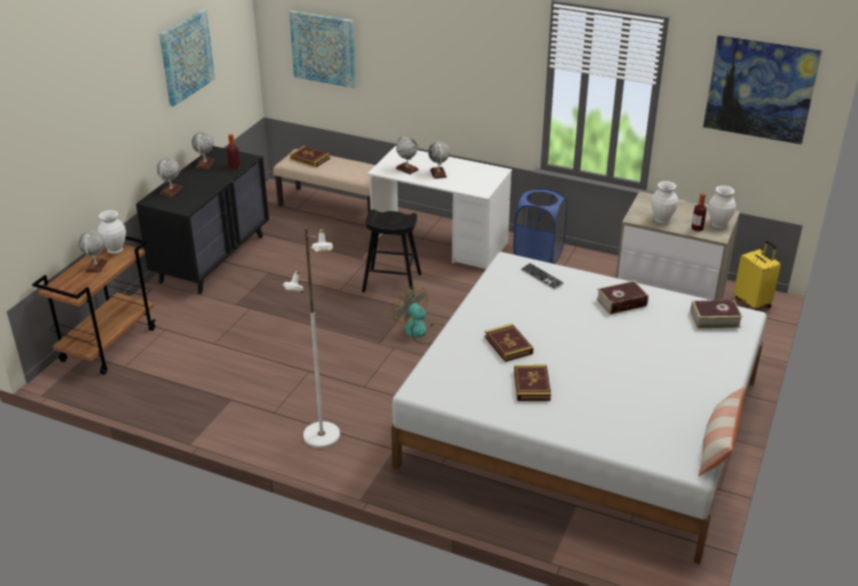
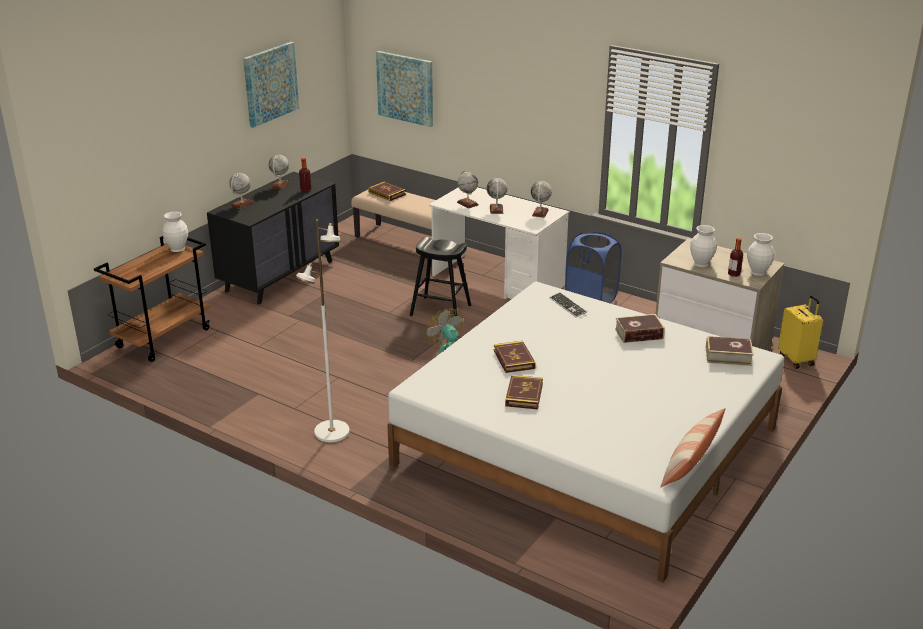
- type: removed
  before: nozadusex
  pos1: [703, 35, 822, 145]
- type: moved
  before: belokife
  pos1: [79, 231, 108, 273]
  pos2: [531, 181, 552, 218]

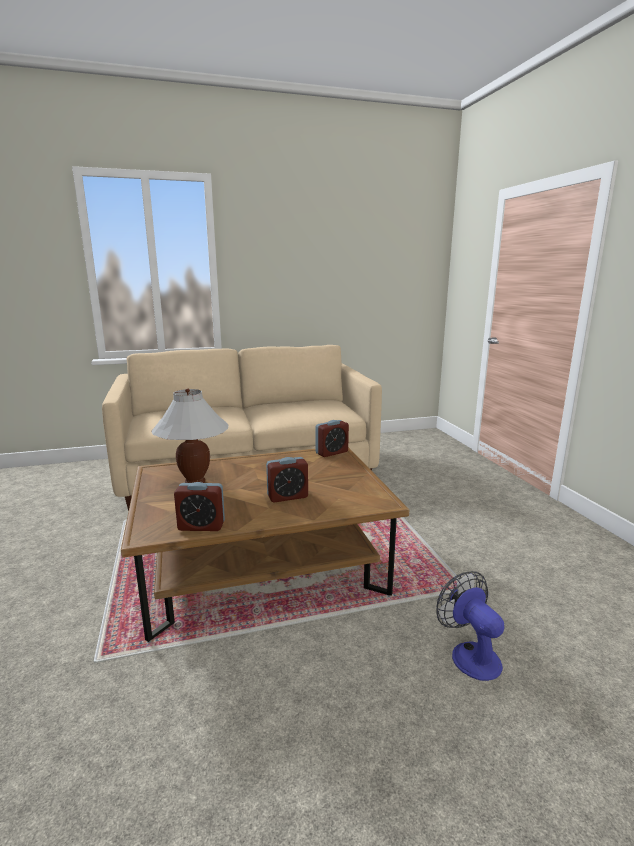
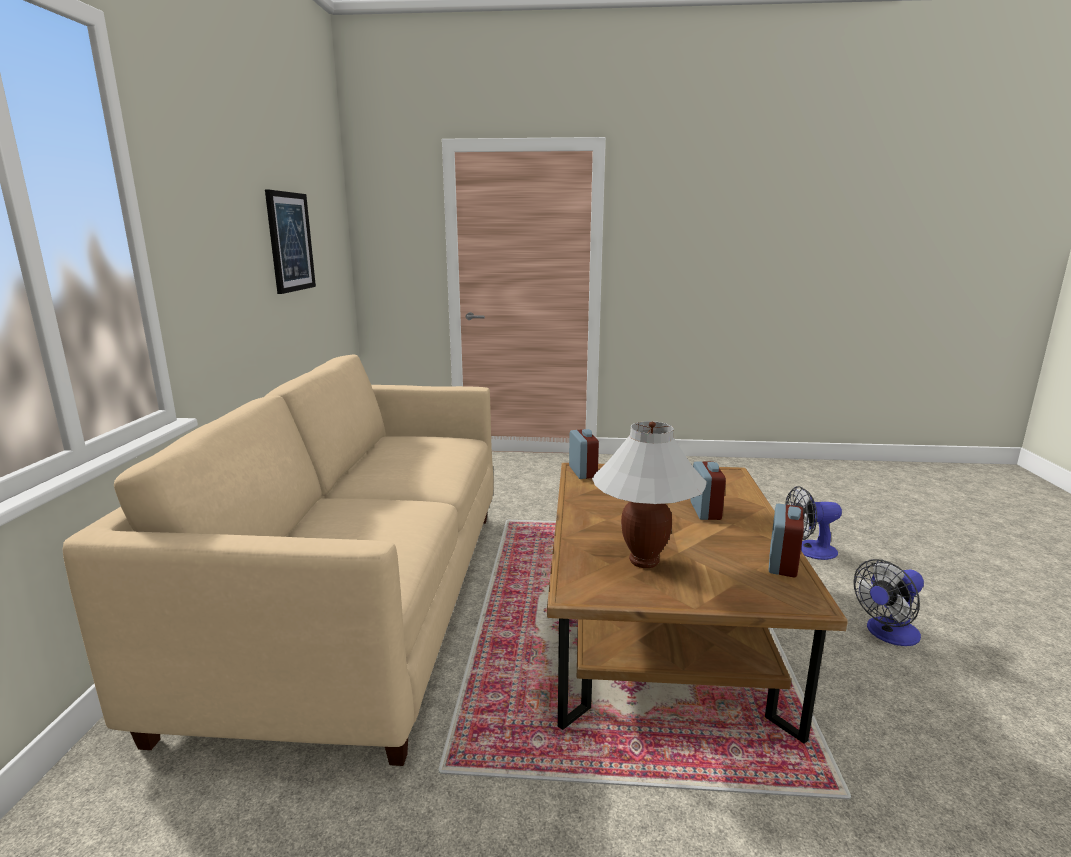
- type: added
  after: nozadusex
  pos2: [265, 190, 316, 294]
- type: added
  after: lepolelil
  pos2: [853, 559, 924, 646]

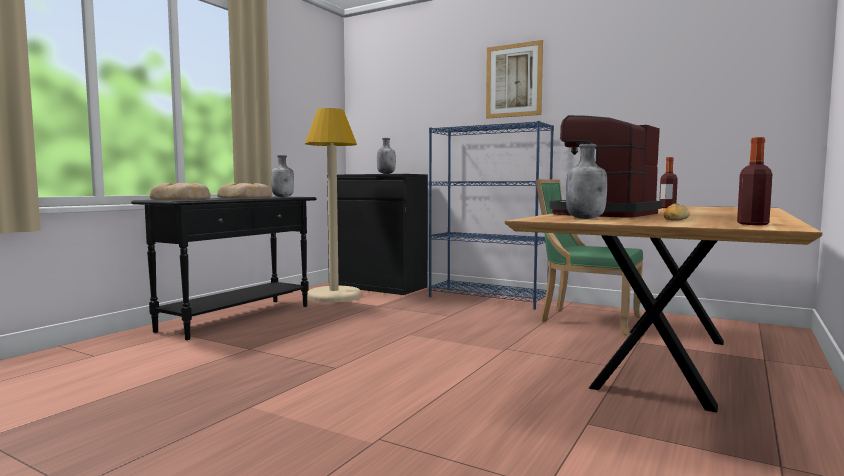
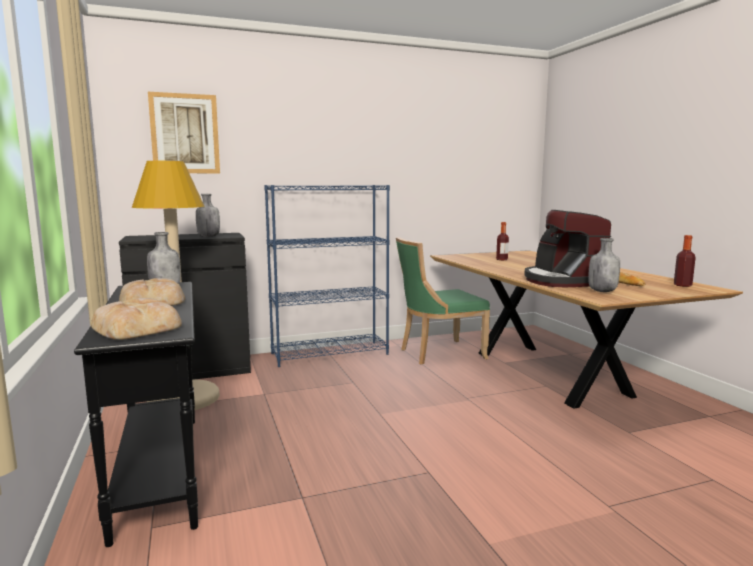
- type: moved
  before: nozadusex
  pos1: [486, 40, 543, 119]
  pos2: [148, 92, 220, 174]

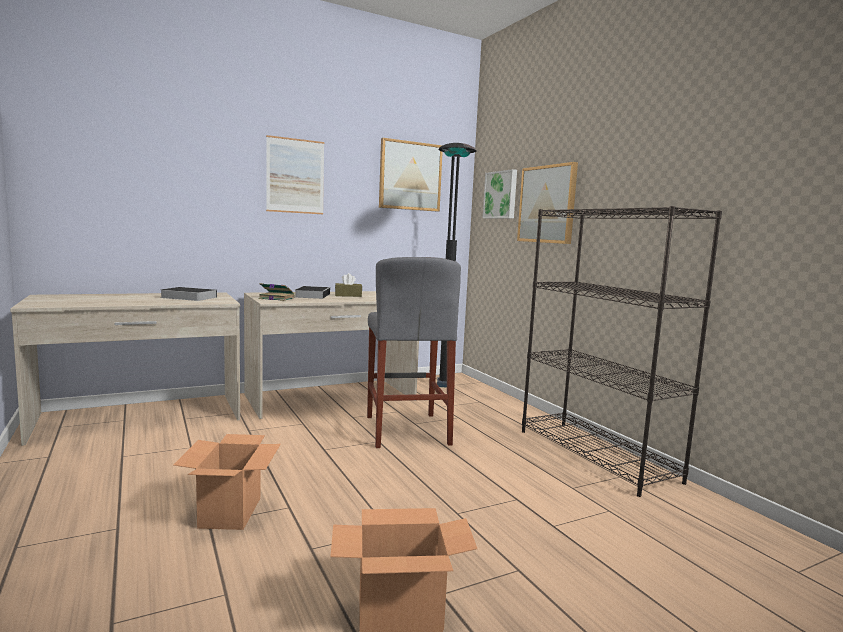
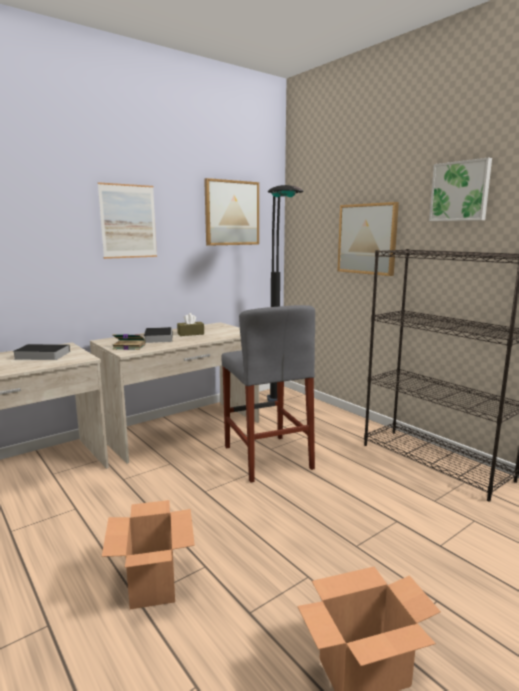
- type: moved
  before: nozadusex
  pos1: [483, 169, 517, 219]
  pos2: [429, 157, 492, 221]

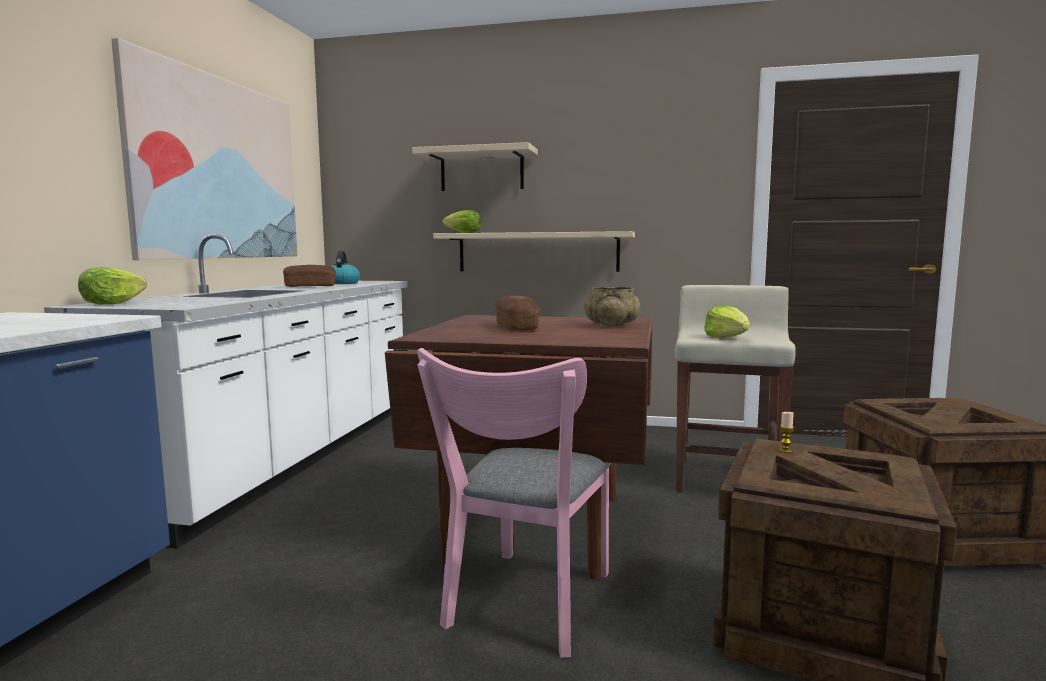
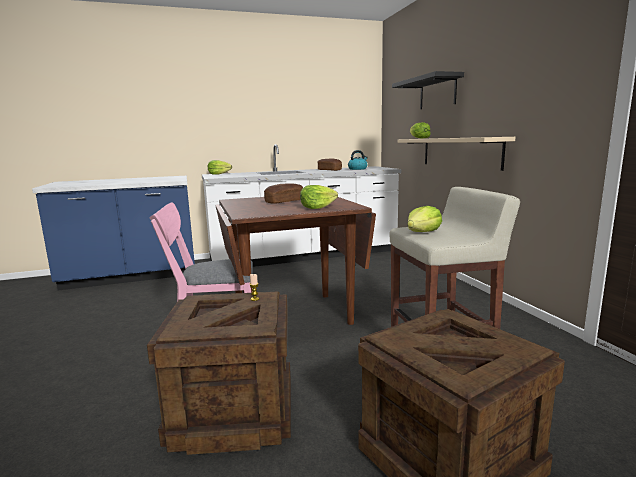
- type: removed
  before: nozadusex
  pos1: [111, 38, 297, 260]
- type: replaced
  before: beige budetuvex
  after: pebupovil
  pos1: [584, 287, 640, 327]
  pos2: [300, 185, 338, 209]
- type: recoloured
  before: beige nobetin
  after: black nobetin
  pos1: [412, 142, 538, 191]
  pos2: [392, 71, 464, 109]

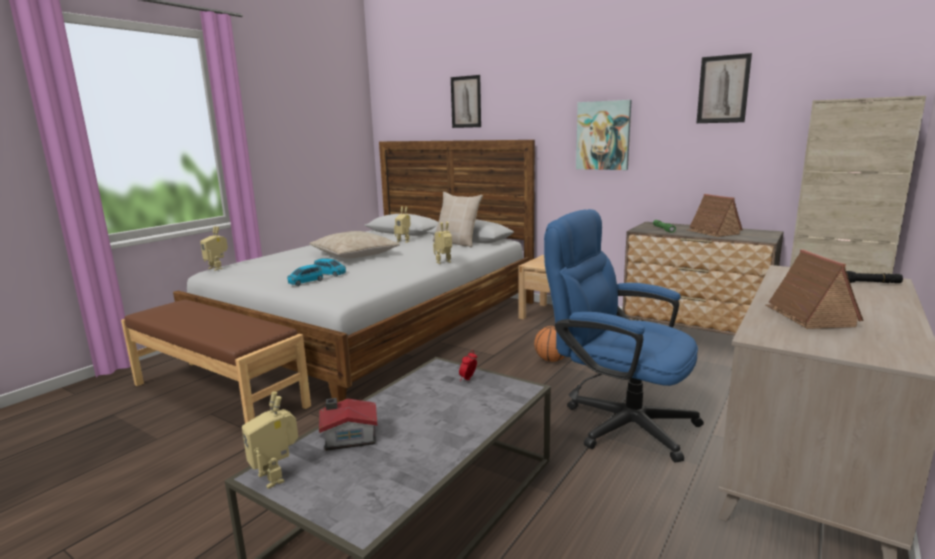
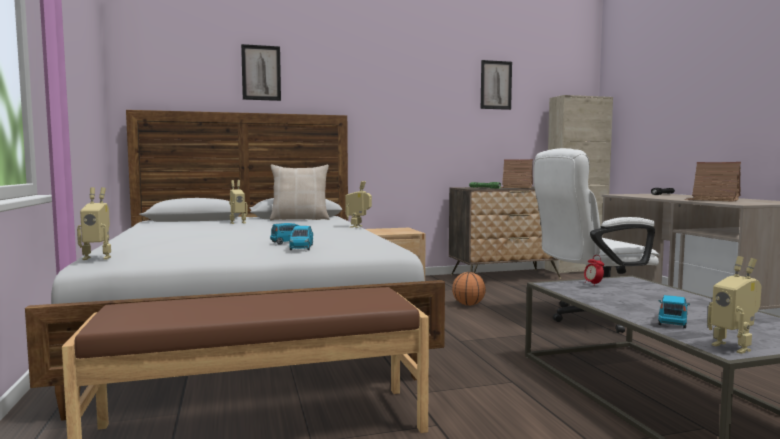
- type: removed
  before: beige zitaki
  pos1: [309, 231, 400, 259]
- type: removed
  before: nozadusex
  pos1: [576, 100, 632, 170]
- type: replaced
  before: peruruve
  after: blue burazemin
  pos1: [319, 398, 378, 451]
  pos2: [658, 295, 690, 328]
- type: recoloured
  before: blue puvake
  after: white puvake
  pos1: [544, 209, 704, 463]
  pos2: [534, 148, 659, 333]
- type: turned
  before: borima
  pos1: [242, 392, 298, 489]
  pos2: [707, 256, 762, 354]
  turn: 60

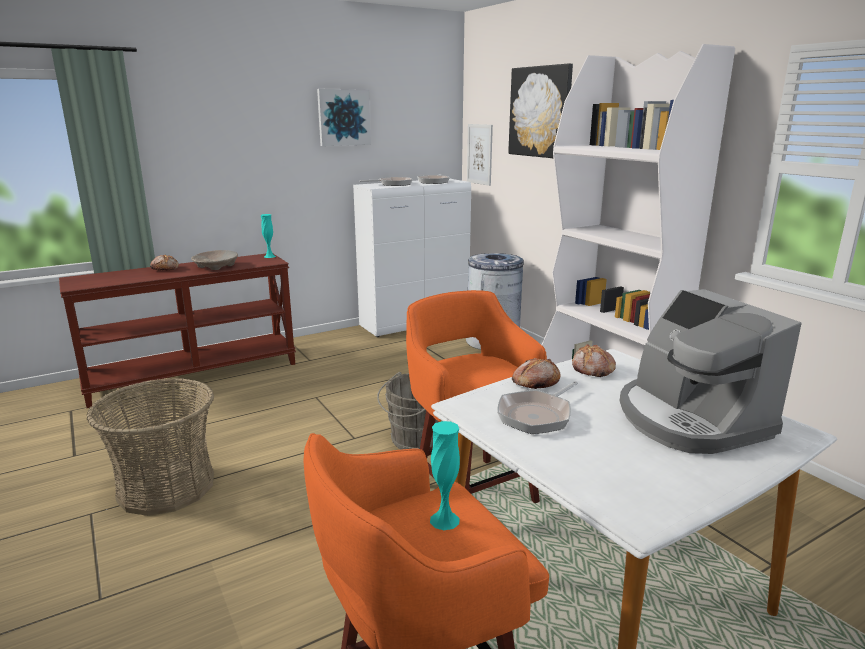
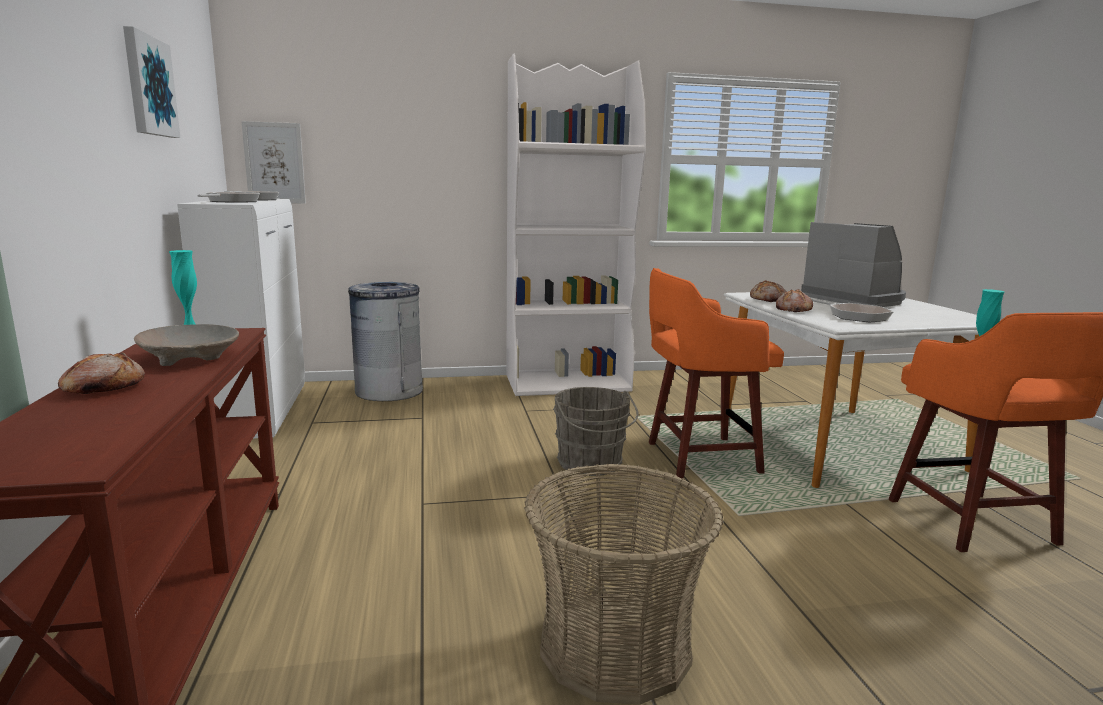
- type: removed
  before: nozadusex
  pos1: [508, 64, 573, 158]
- type: turned
  before: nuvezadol
  pos1: [620, 289, 802, 454]
  pos2: [801, 222, 906, 307]
  turn: -120

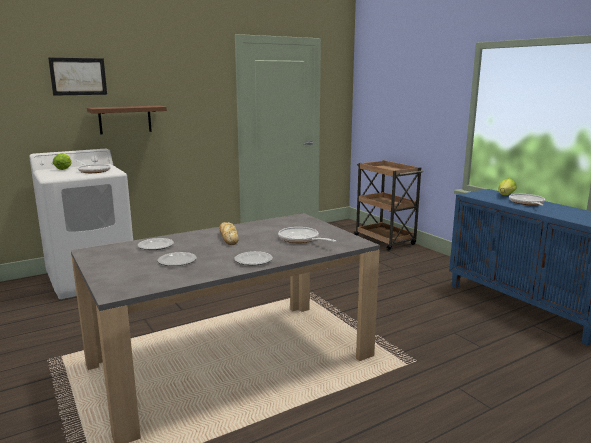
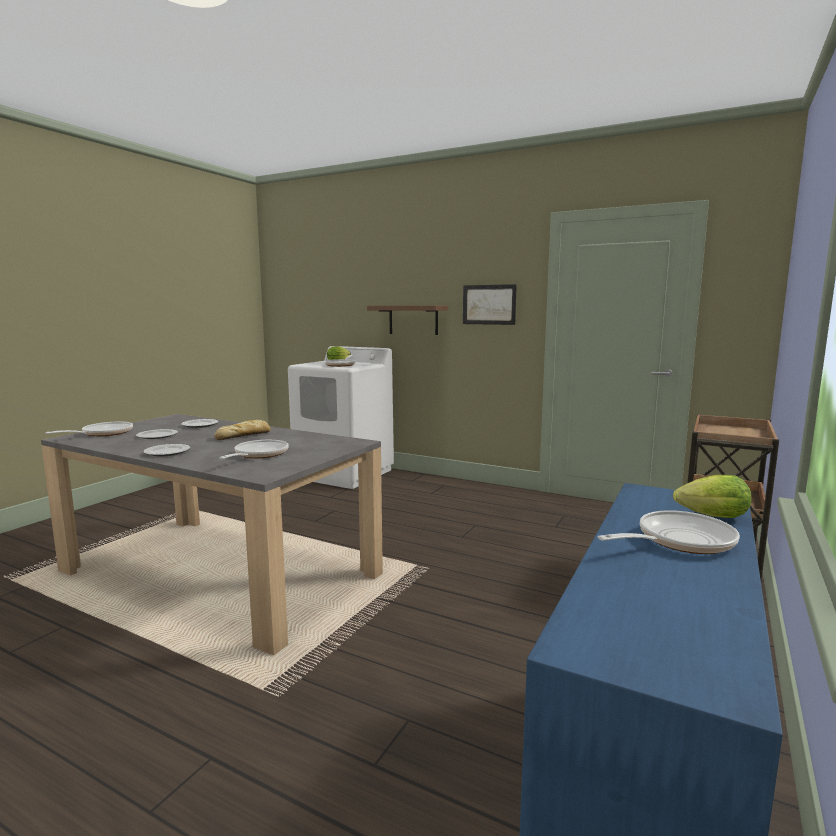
- type: added
  after: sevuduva
  pos2: [45, 422, 133, 436]
- type: moved
  before: nozadusex
  pos1: [48, 58, 107, 96]
  pos2: [463, 284, 517, 325]

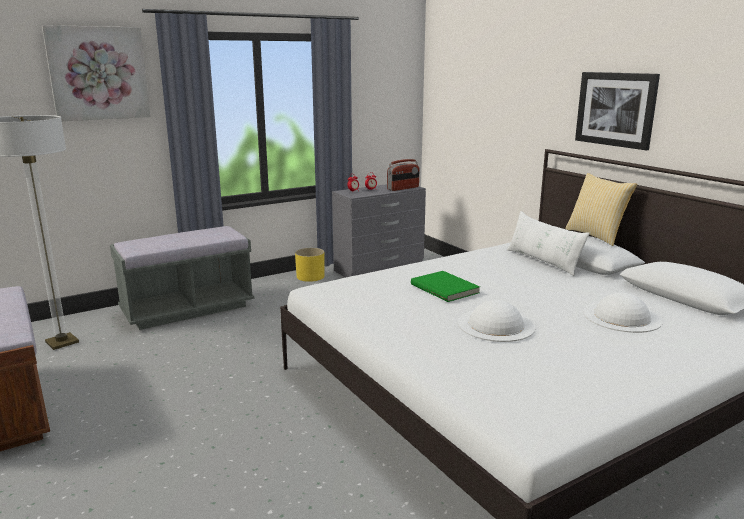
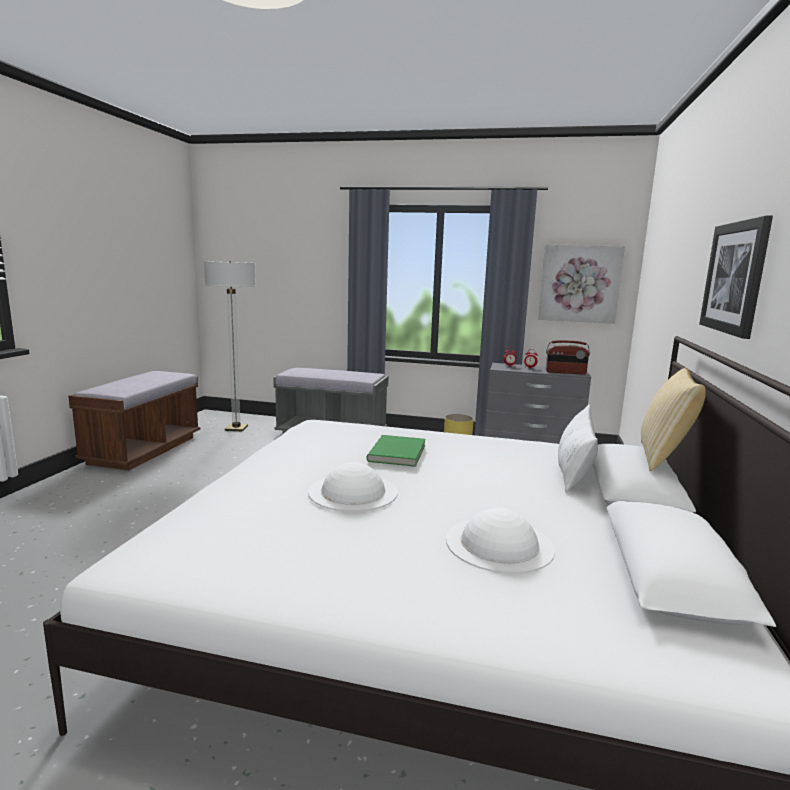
- type: moved
  before: nozadusex
  pos1: [42, 25, 151, 121]
  pos2: [538, 244, 625, 324]

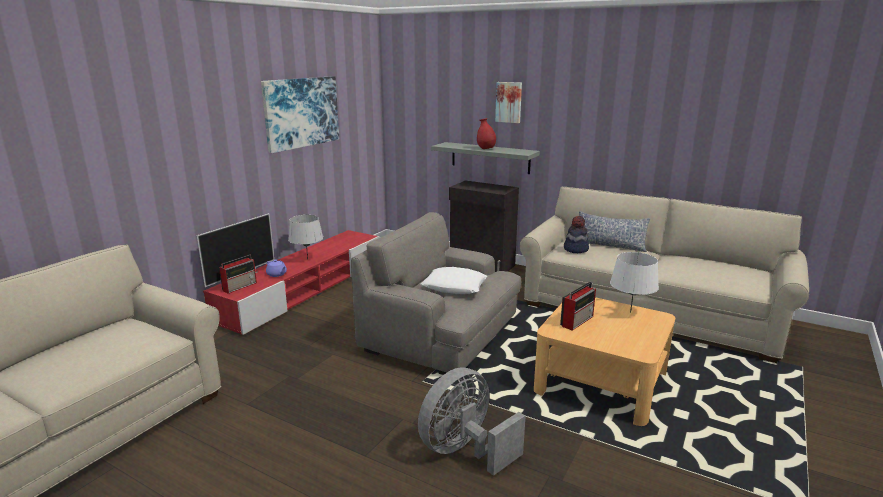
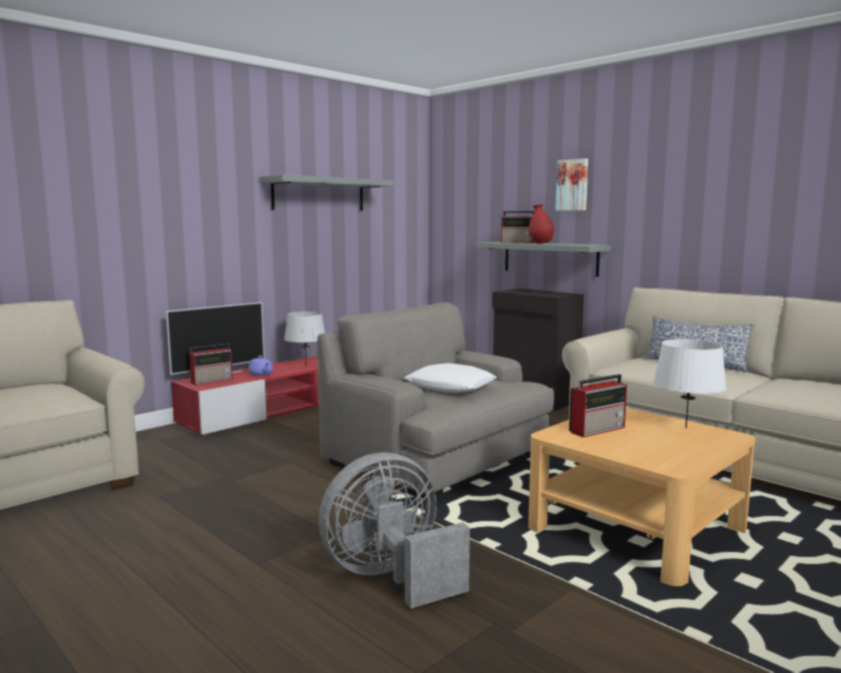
- type: removed
  before: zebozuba
  pos1: [564, 216, 589, 253]
- type: added
  after: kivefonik
  pos2: [501, 211, 535, 243]
- type: replaced
  before: nozadusex
  after: grey nobetin
  pos1: [261, 76, 339, 153]
  pos2: [260, 175, 393, 211]

